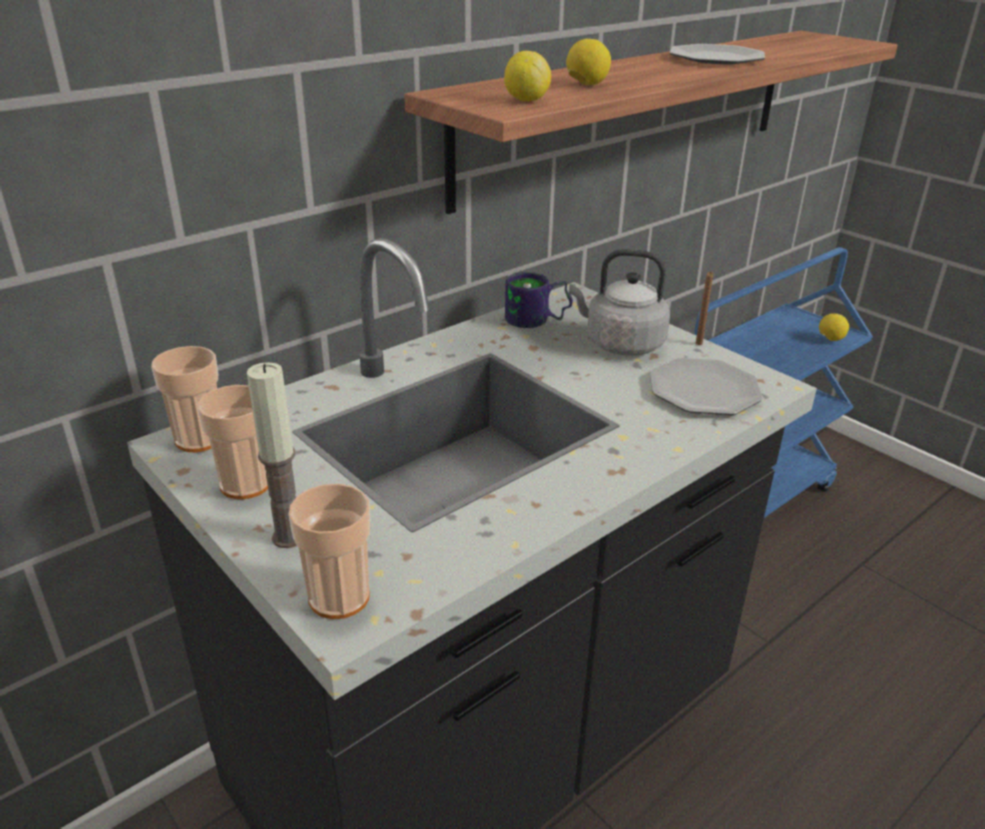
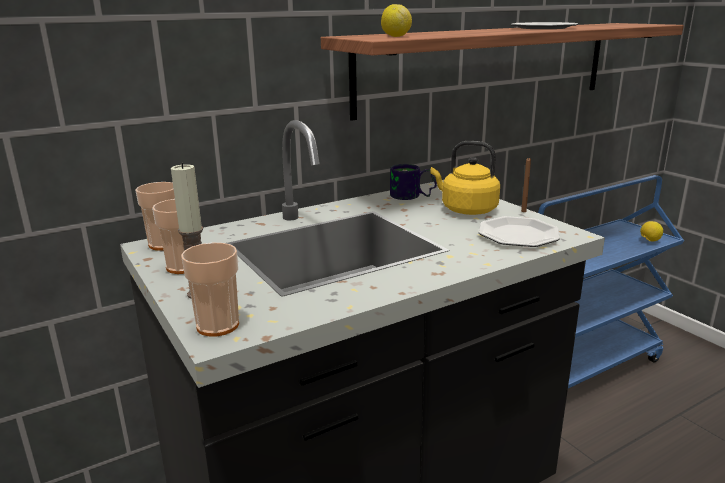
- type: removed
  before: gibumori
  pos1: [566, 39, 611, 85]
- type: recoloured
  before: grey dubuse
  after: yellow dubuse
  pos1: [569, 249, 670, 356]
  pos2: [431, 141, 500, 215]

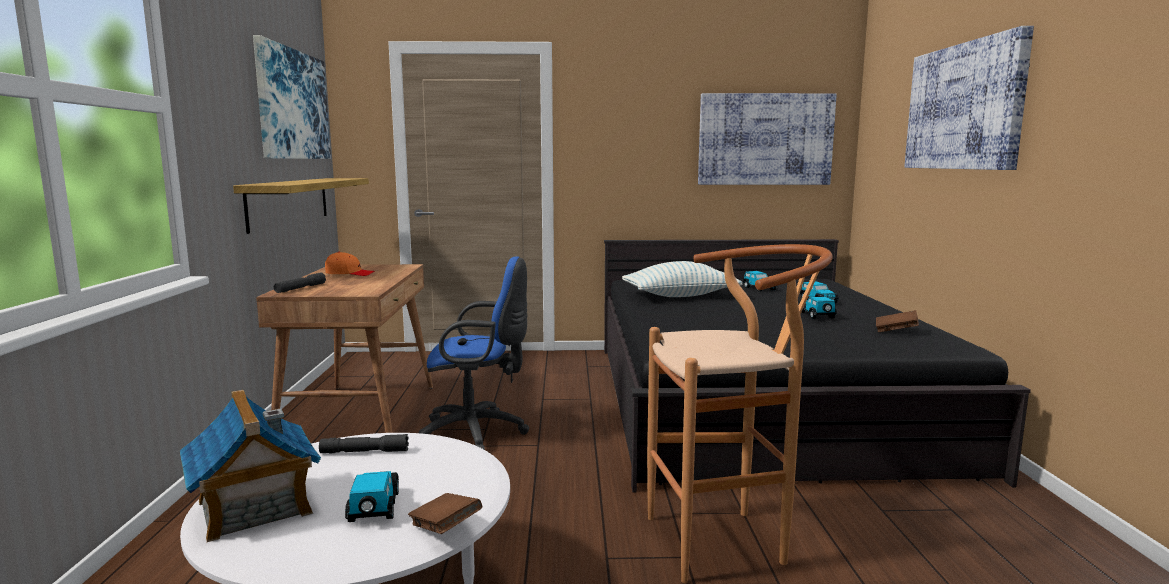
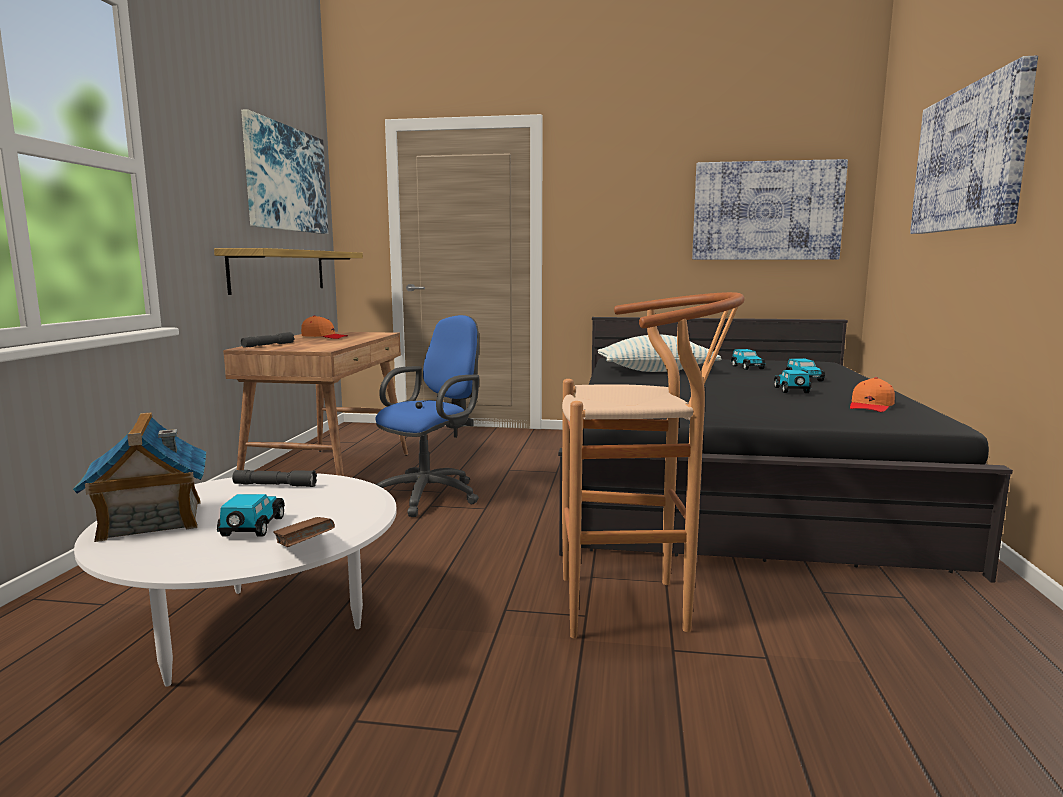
- type: replaced
  before: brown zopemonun
  after: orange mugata
  pos1: [876, 310, 919, 332]
  pos2: [850, 377, 895, 412]
- type: turned
  before: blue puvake
  pos1: [419, 256, 529, 450]
  pos2: [375, 315, 479, 517]
  turn: -60

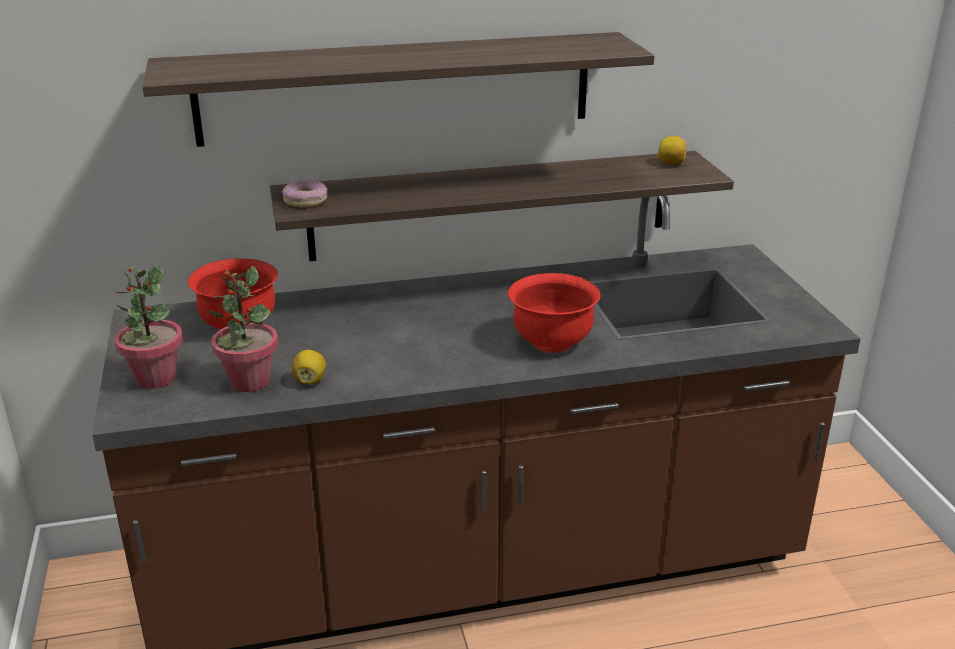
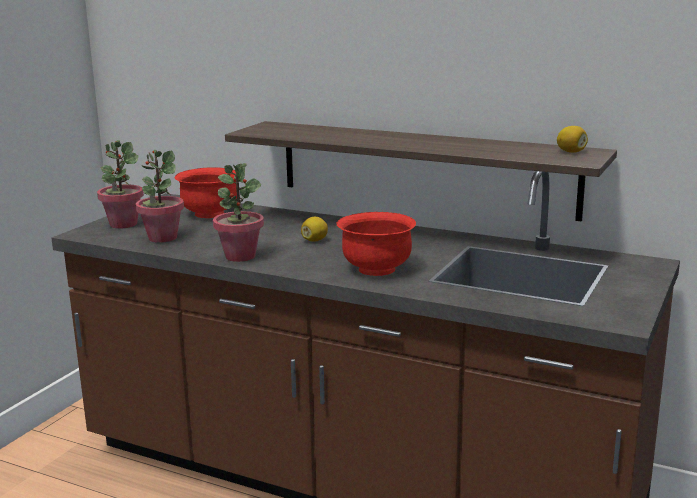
- type: removed
  before: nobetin
  pos1: [143, 32, 654, 147]
- type: removed
  before: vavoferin
  pos1: [282, 180, 327, 207]
- type: added
  after: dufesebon
  pos2: [213, 163, 264, 262]
- type: moved
  before: gibumori
  pos1: [292, 350, 326, 385]
  pos2: [301, 217, 328, 242]

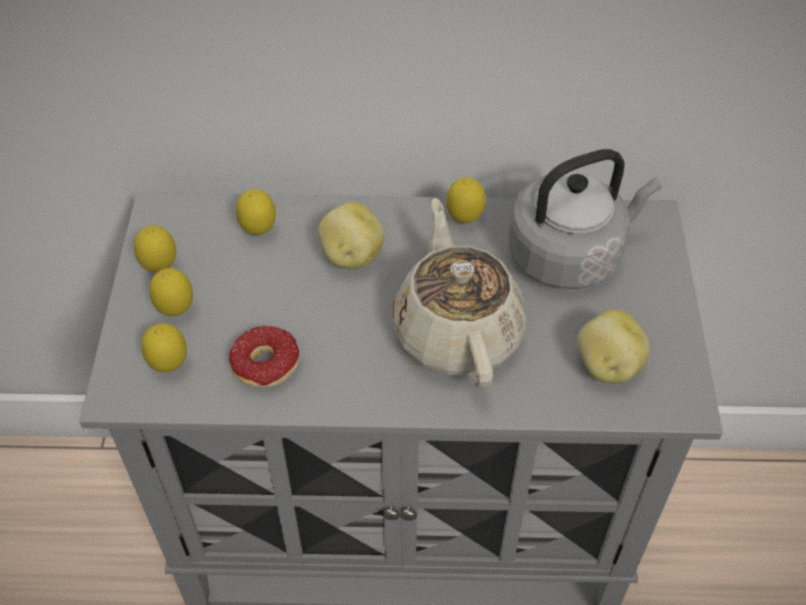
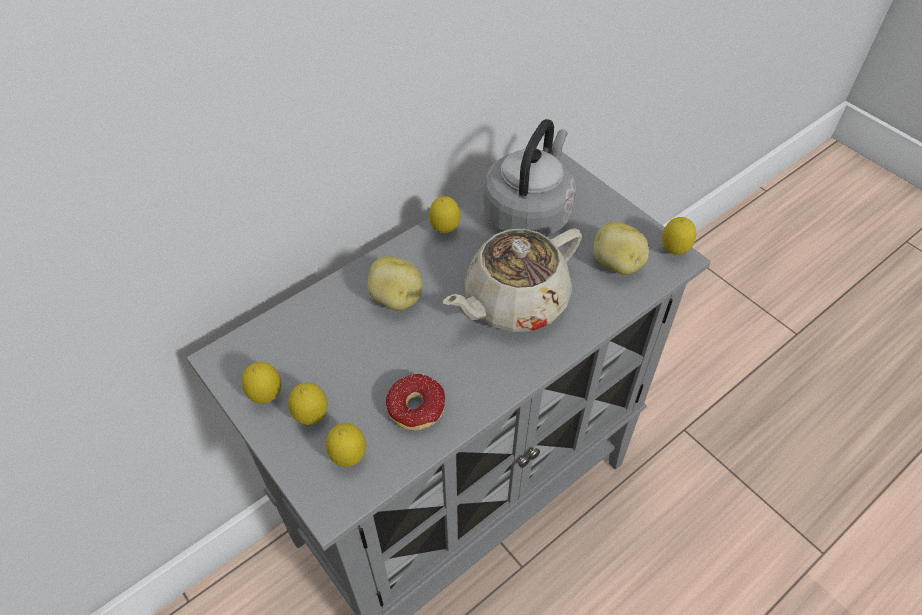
- type: moved
  before: gibumori
  pos1: [236, 189, 276, 235]
  pos2: [662, 217, 696, 255]
- type: turned
  before: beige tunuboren
  pos1: [393, 198, 526, 387]
  pos2: [443, 228, 582, 332]
  turn: -75

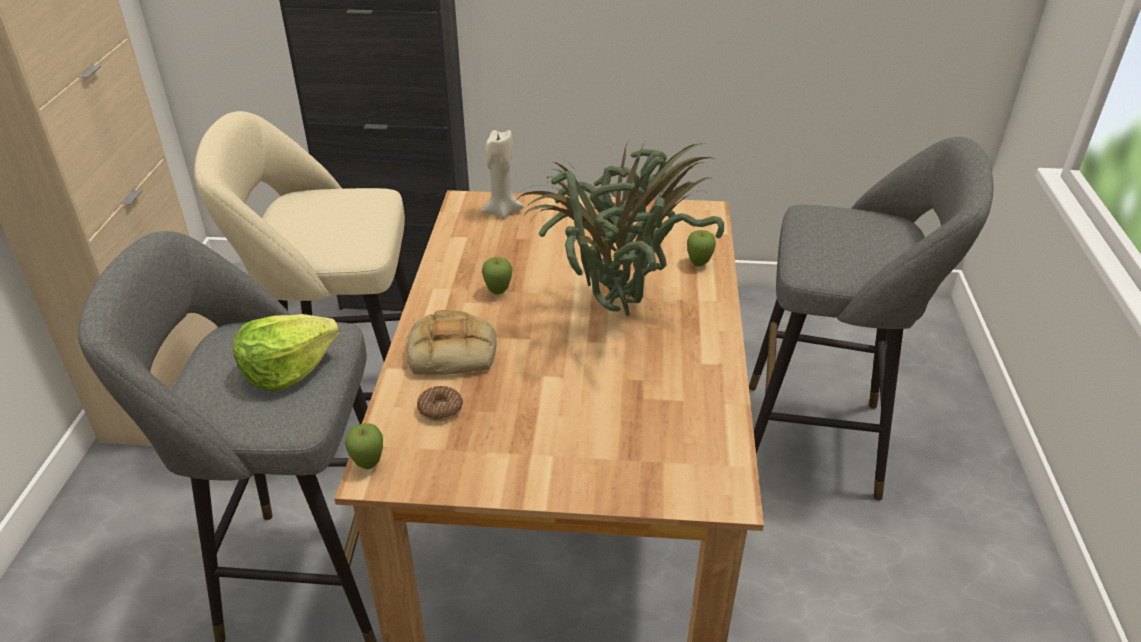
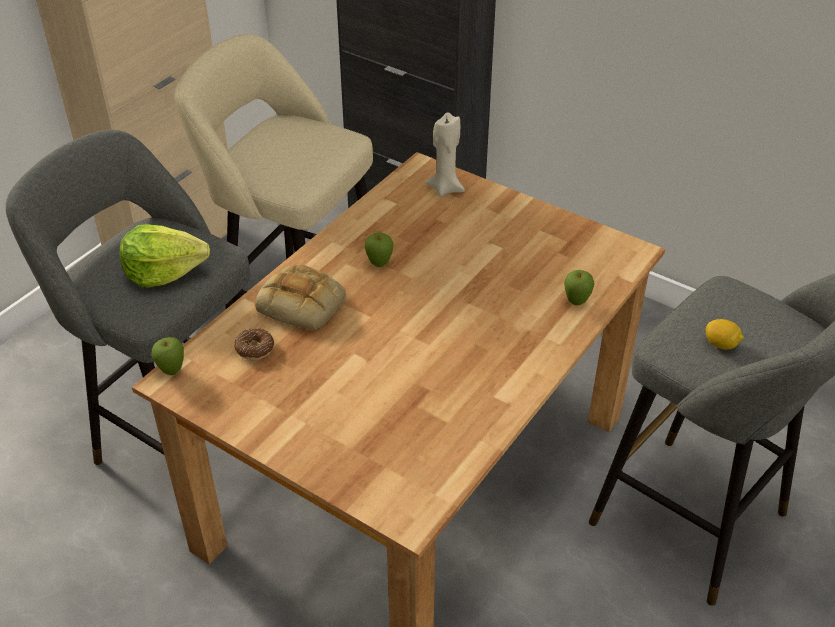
- type: removed
  before: dufesebon
  pos1: [514, 139, 724, 316]
- type: added
  after: gibumori
  pos2: [705, 319, 744, 349]

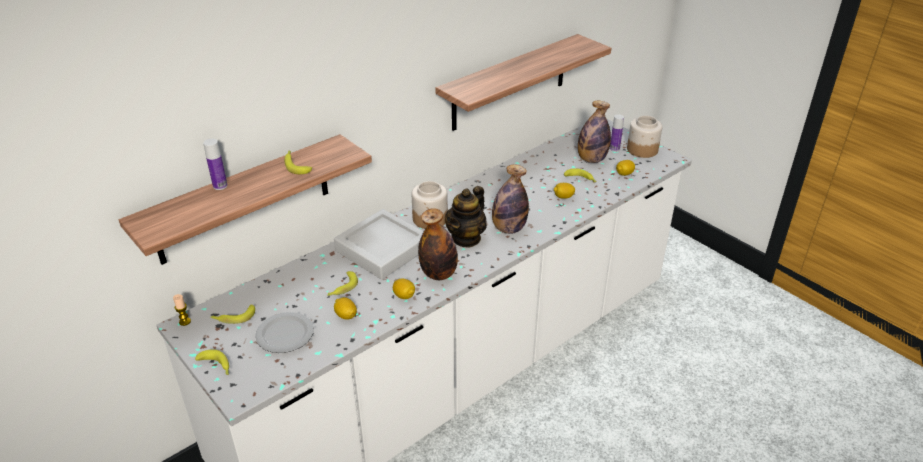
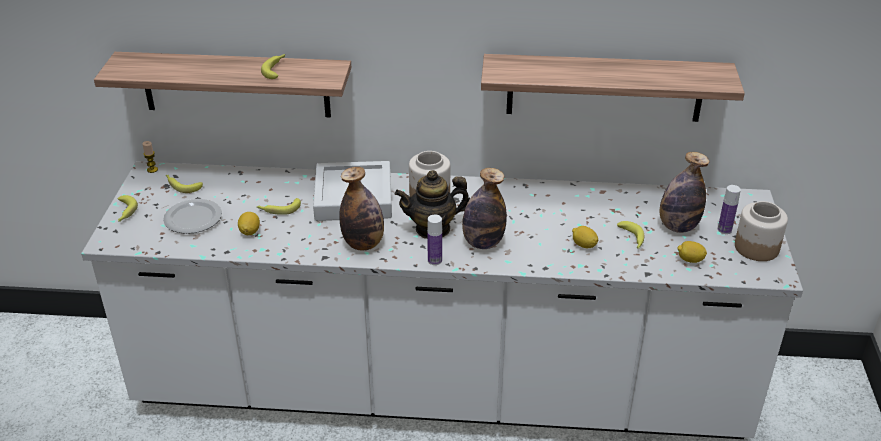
- type: removed
  before: gibumori
  pos1: [393, 279, 415, 299]
- type: moved
  before: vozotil
  pos1: [203, 139, 228, 190]
  pos2: [427, 215, 442, 265]

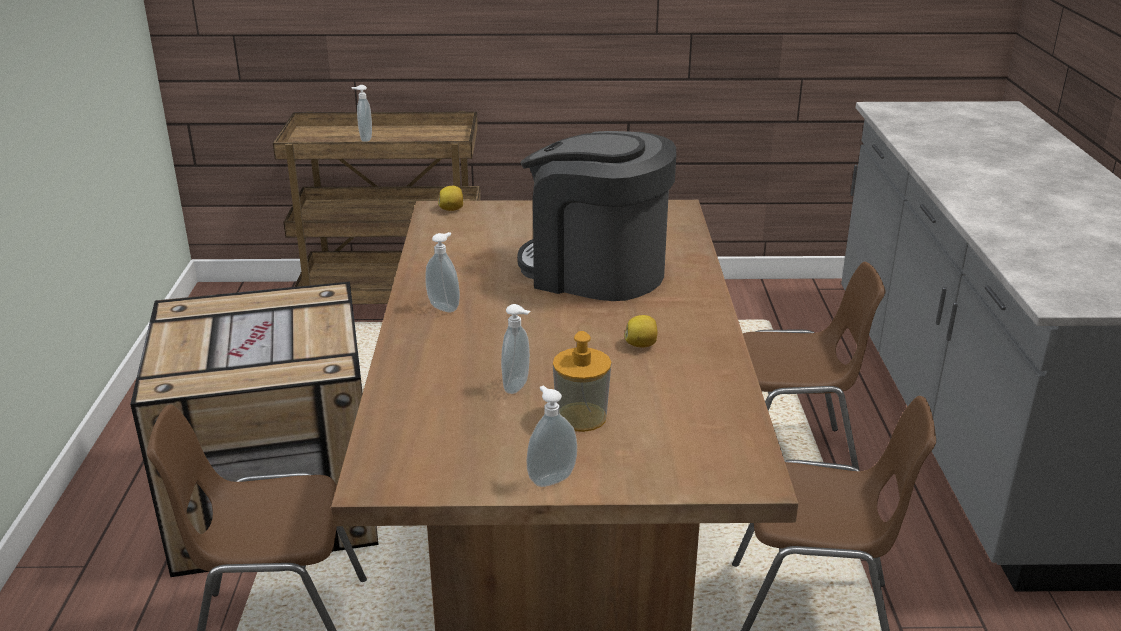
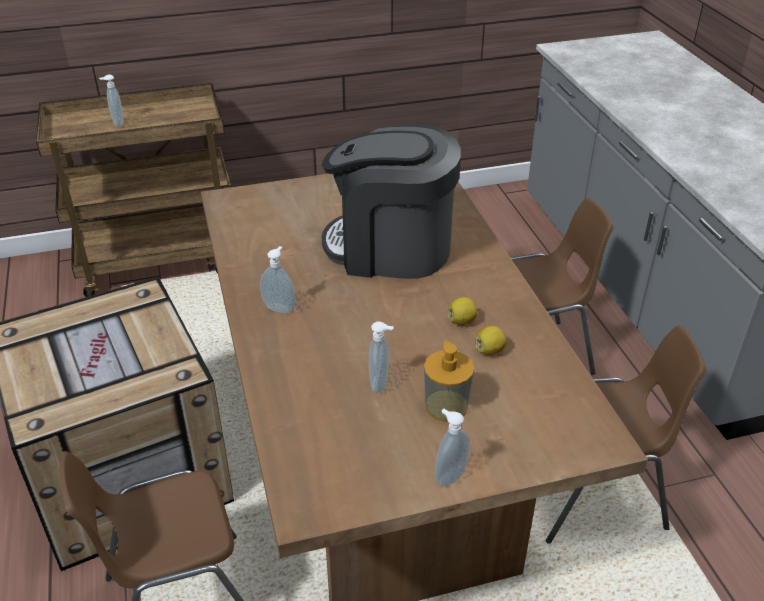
- type: moved
  before: gibumori
  pos1: [438, 186, 463, 211]
  pos2: [475, 326, 507, 355]

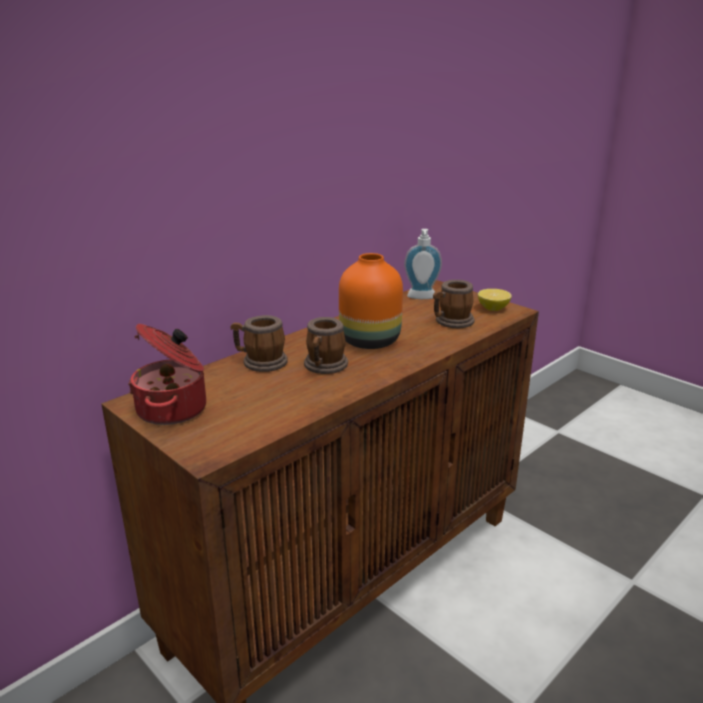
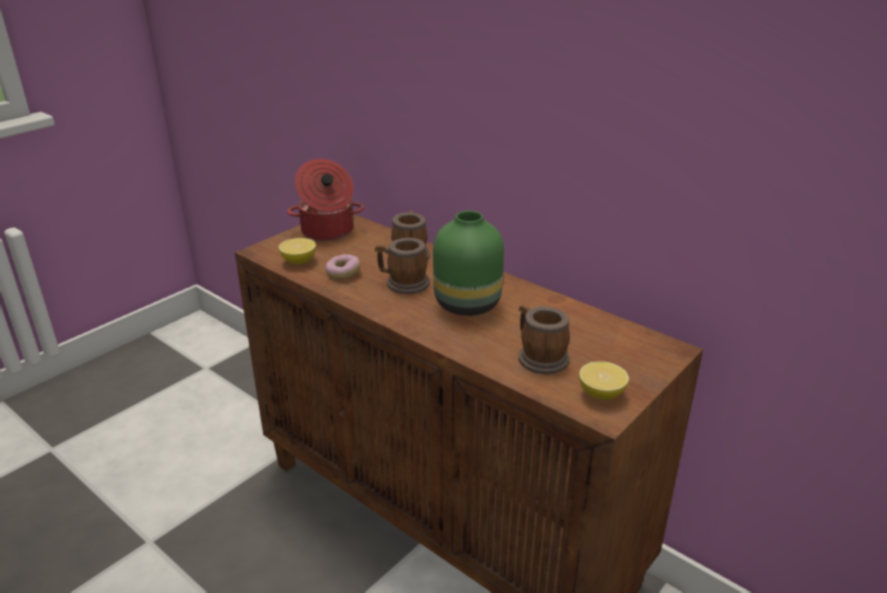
- type: removed
  before: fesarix
  pos1: [404, 229, 442, 299]
- type: added
  after: gibumori
  pos2: [279, 238, 316, 264]
- type: added
  after: vavoferin
  pos2: [326, 254, 360, 279]
- type: recoloured
  before: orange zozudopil
  after: green zozudopil
  pos1: [339, 253, 403, 349]
  pos2: [433, 210, 504, 316]

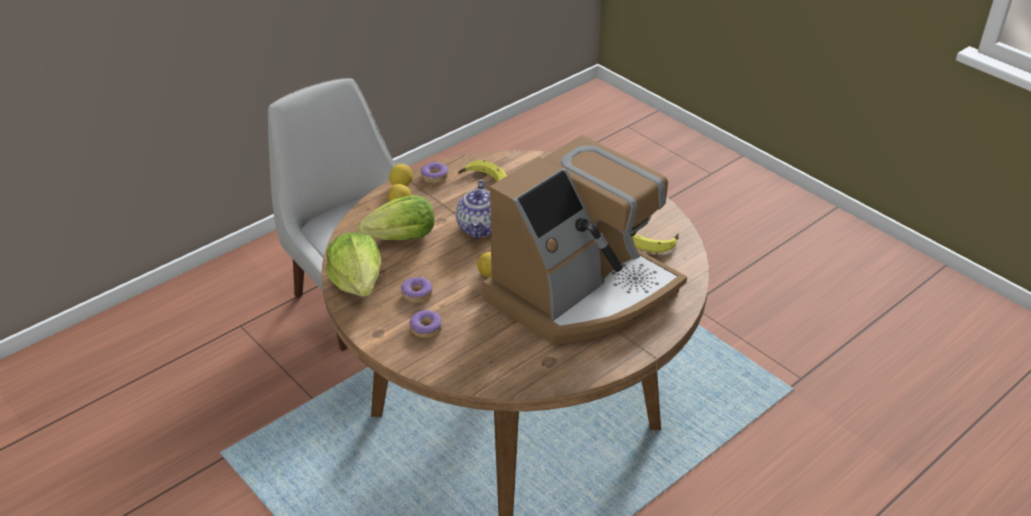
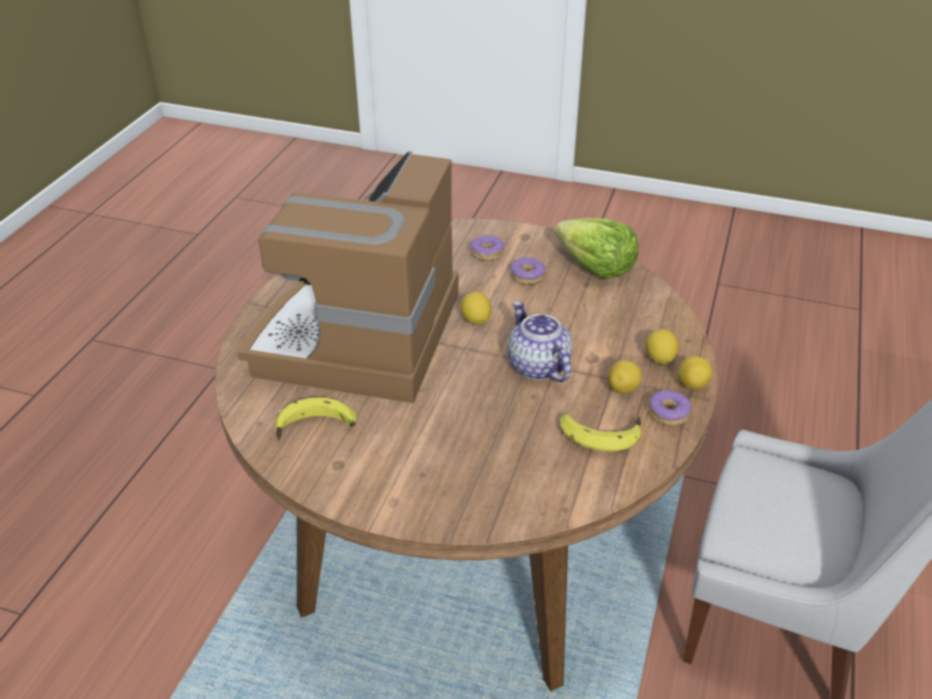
- type: removed
  before: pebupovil
  pos1: [358, 195, 435, 240]
- type: added
  after: gibumori
  pos2: [607, 360, 642, 393]

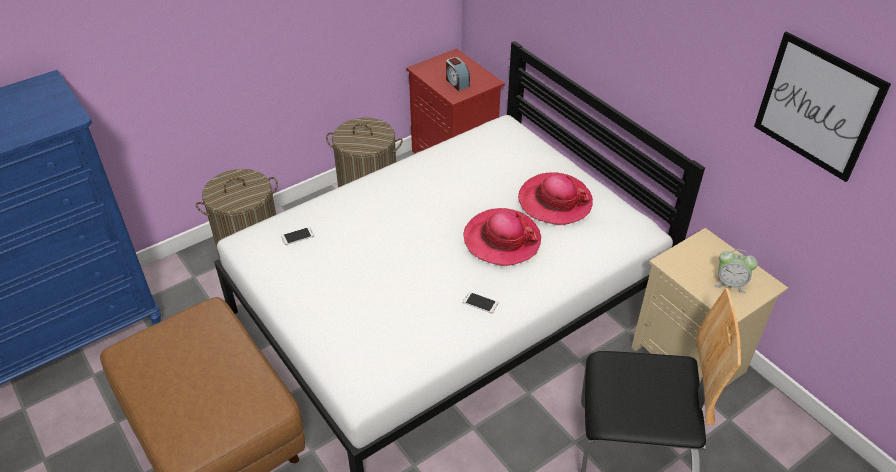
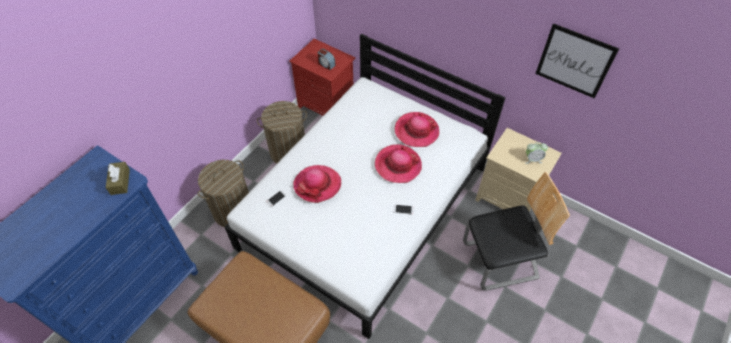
- type: added
  after: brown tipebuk
  pos2: [106, 162, 130, 195]
- type: added
  after: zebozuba
  pos2: [293, 165, 341, 203]

